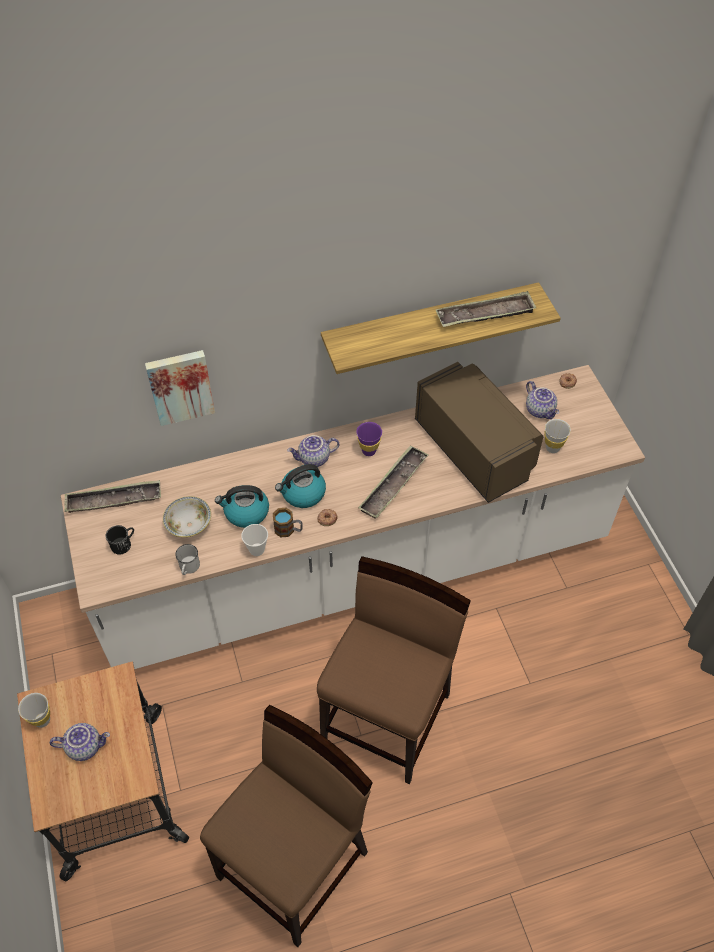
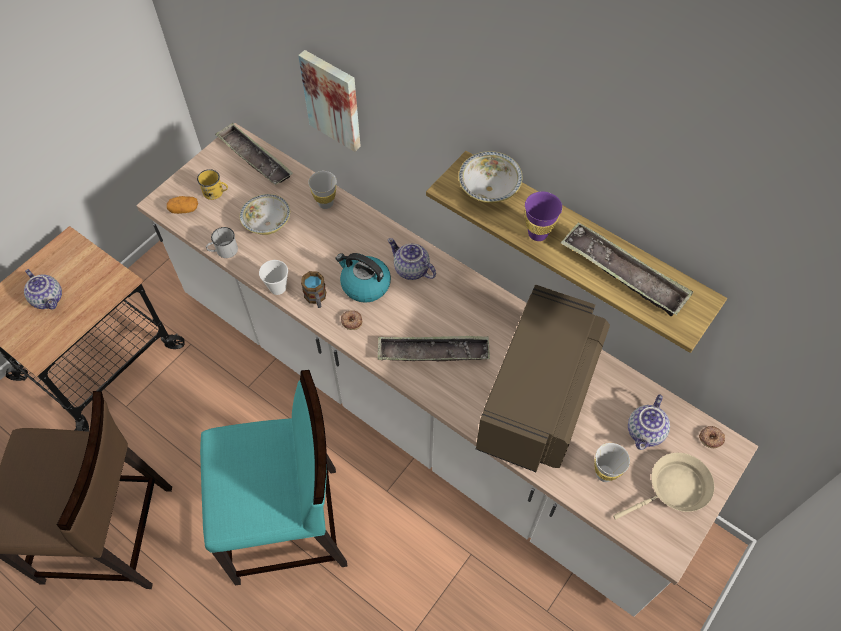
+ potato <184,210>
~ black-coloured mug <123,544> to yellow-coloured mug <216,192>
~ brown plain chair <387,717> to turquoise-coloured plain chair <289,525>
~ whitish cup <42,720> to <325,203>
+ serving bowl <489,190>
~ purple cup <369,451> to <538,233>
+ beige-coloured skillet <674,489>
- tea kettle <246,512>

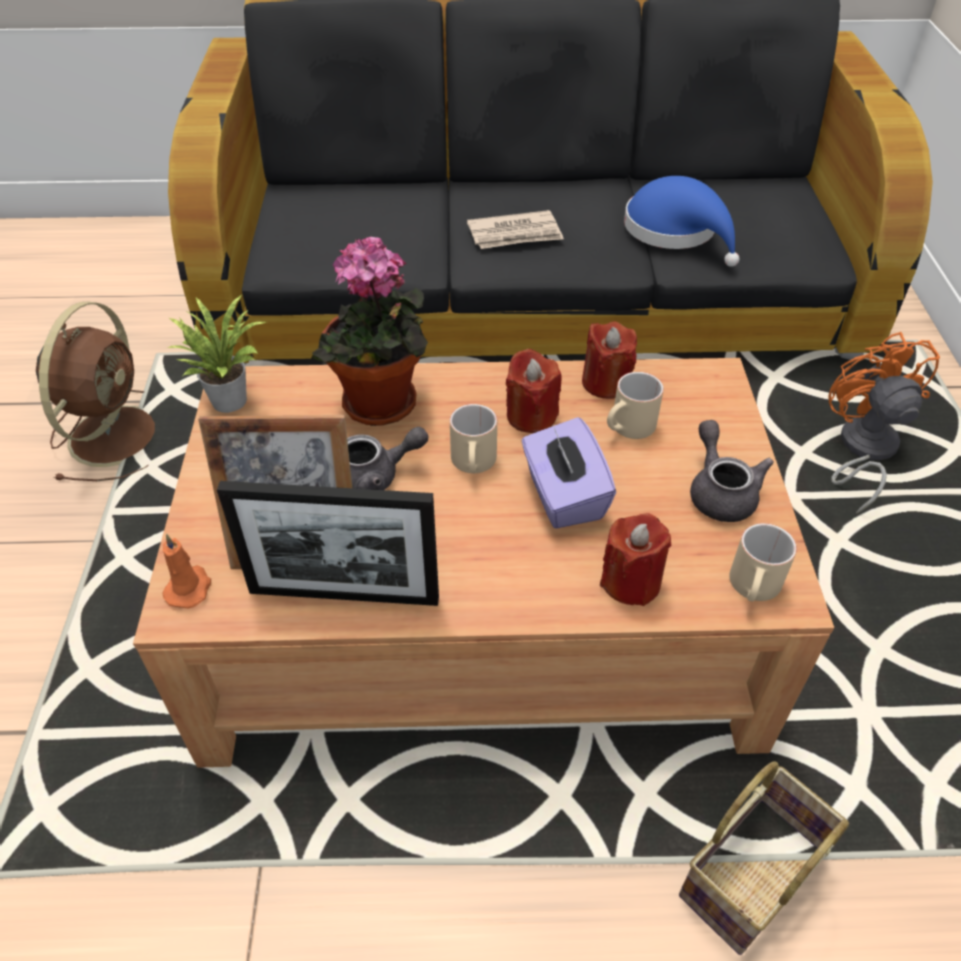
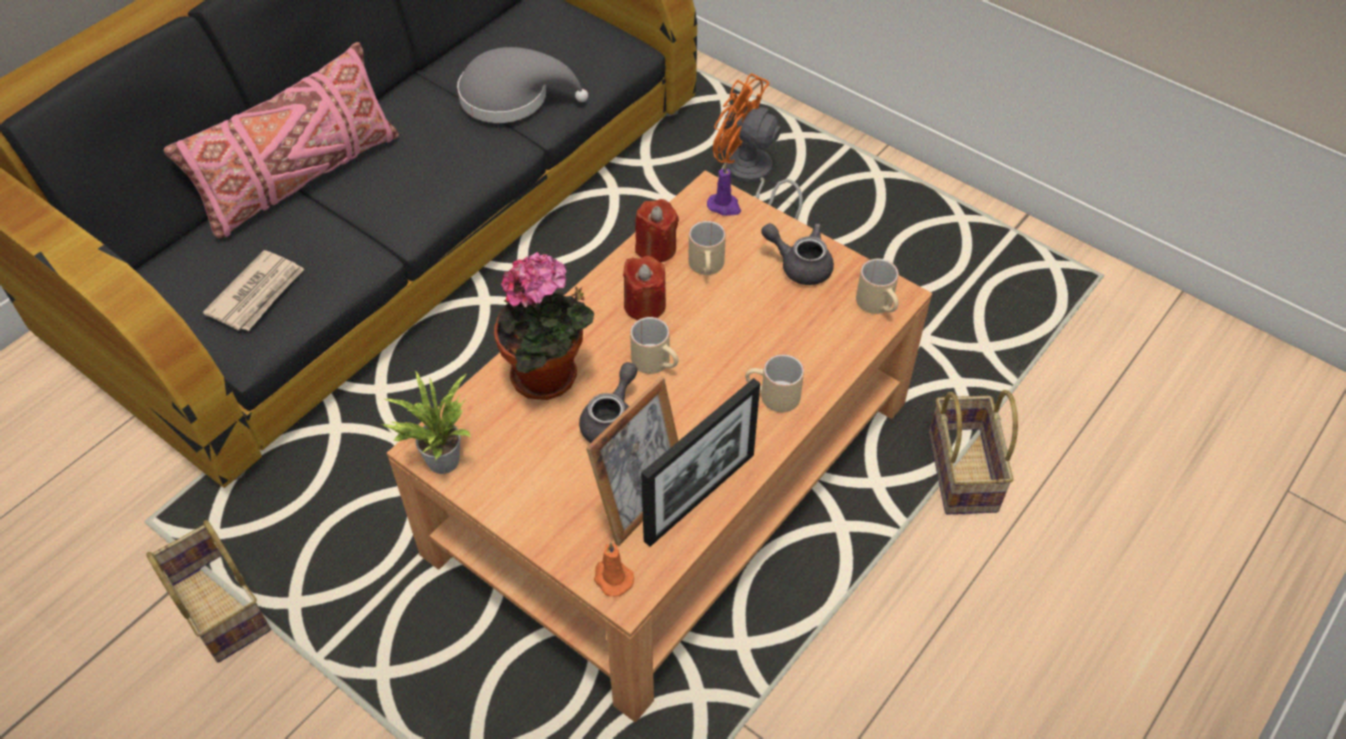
~ brown electric fan <116,433> to household basket <218,607>
+ pinkish throw pillow <301,179>
~ daily paper <515,234> to <258,294>
~ bluish wearable hat <676,231> to greyish wearable hat <512,97>
+ purple wax light <724,206>
+ beige-coloured mug <772,396>
- purple box of tissues <563,496>
- red wax light <631,582>

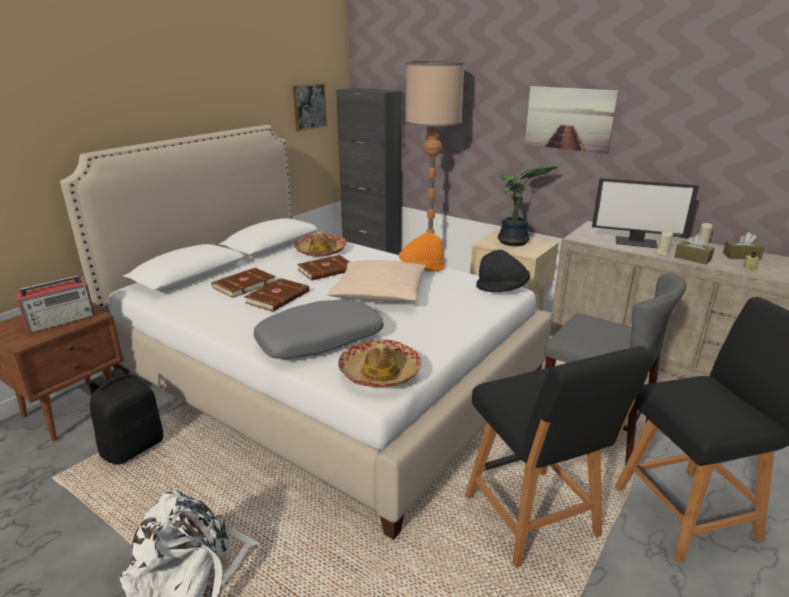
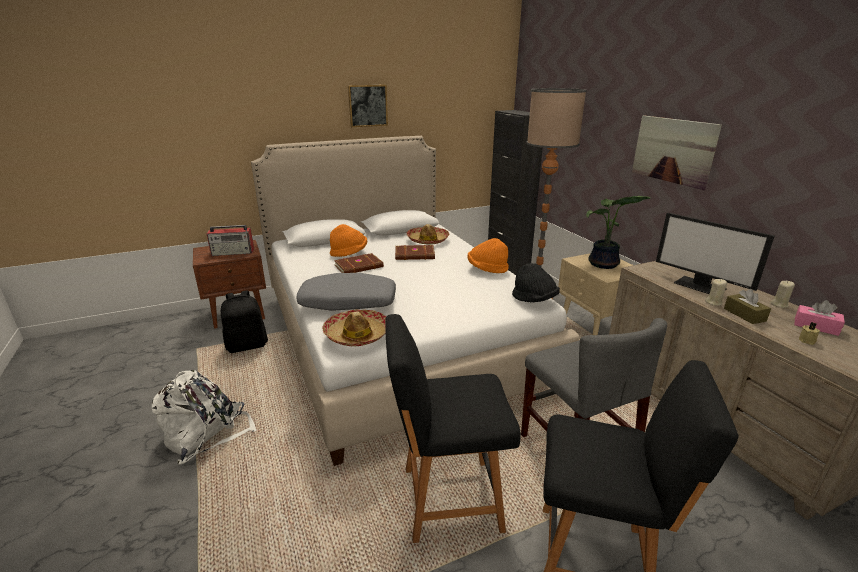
~ brown volume <243,285> to orangey wearable hat <349,253>
~ wall art <309,106> to <368,105>
~ black-coloured plain chair <533,518> = <447,499> 75 degrees clockwise
~ brown box of tissues <741,256> to pinkish box of tissues <816,326>
- beige-coloured throw pillow <379,293>

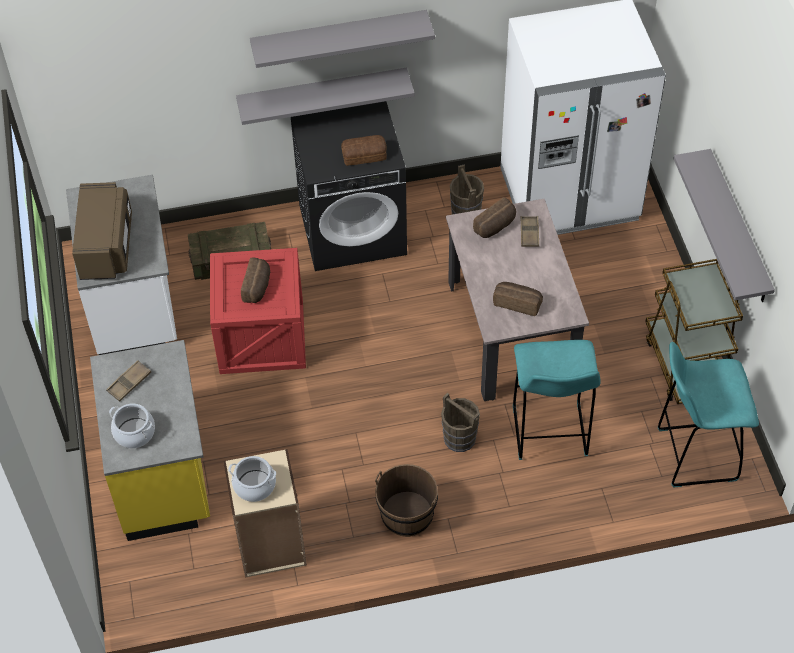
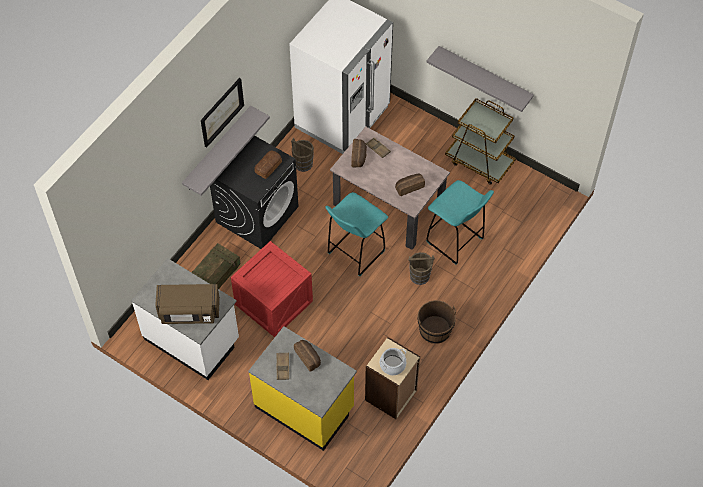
~ brown kitchen microwave <106,246> = <189,312> 135 degrees clockwise
~ greyish wall shelf <339,36> to wall art <221,112>
~ baked bread <258,287> to <308,357>
~ turquoise-coloured sitting stool <693,454> to <354,253>
- stockpot <134,433>

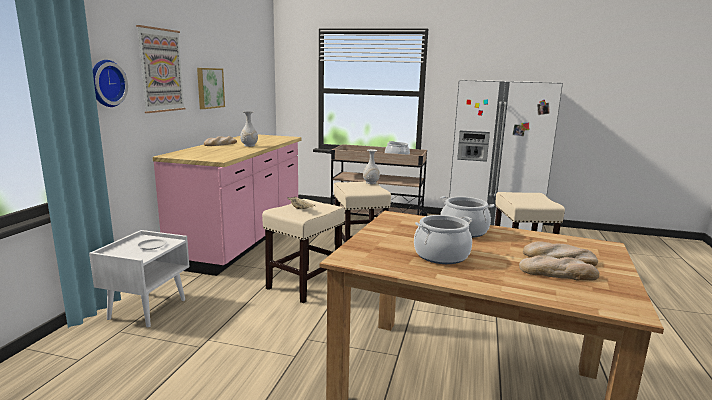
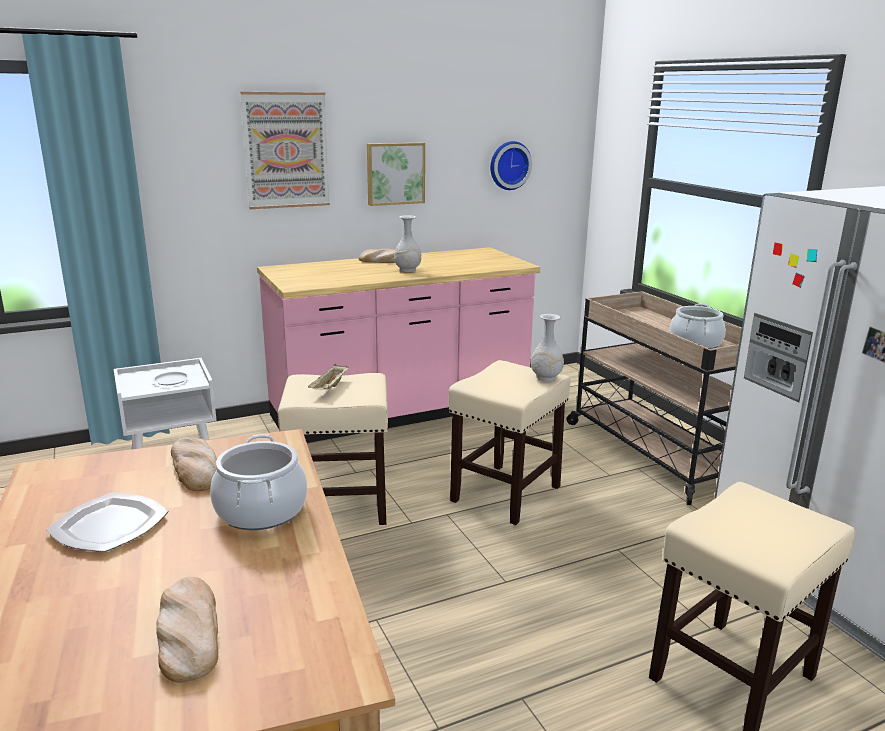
~ stockpot <441,255> to dinner plate <111,525>
~ baked bread <557,273> to <196,468>
~ hanging clock <105,83> to <509,165>

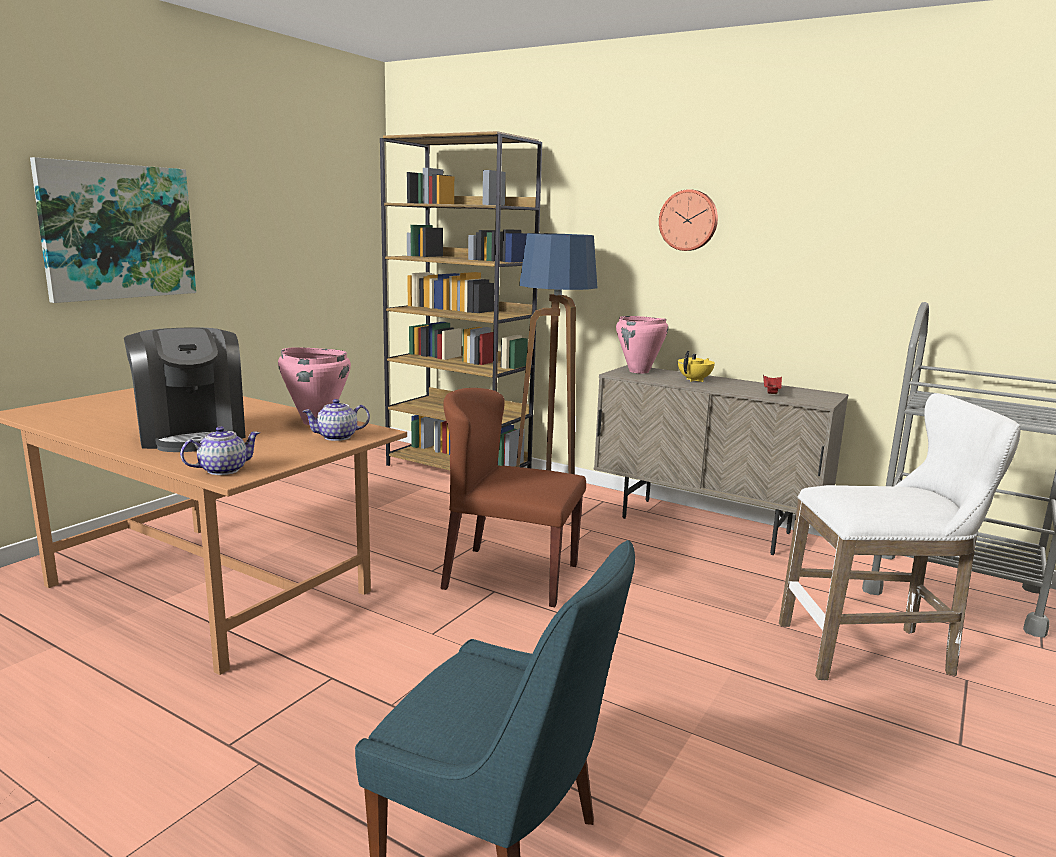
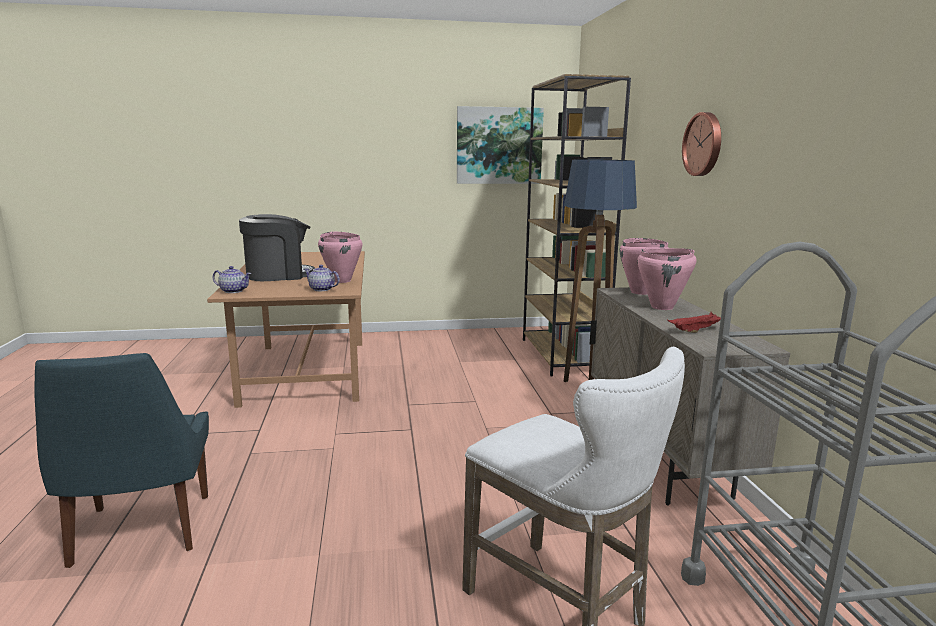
~ coffee machine <192,435> = <278,275> 135 degrees counterclockwise
~ wall art <118,231> to <499,146>
~ yellow-coloured tea pot <695,380> to pinkish stockpot <662,307>
- brown plain chair <510,576>

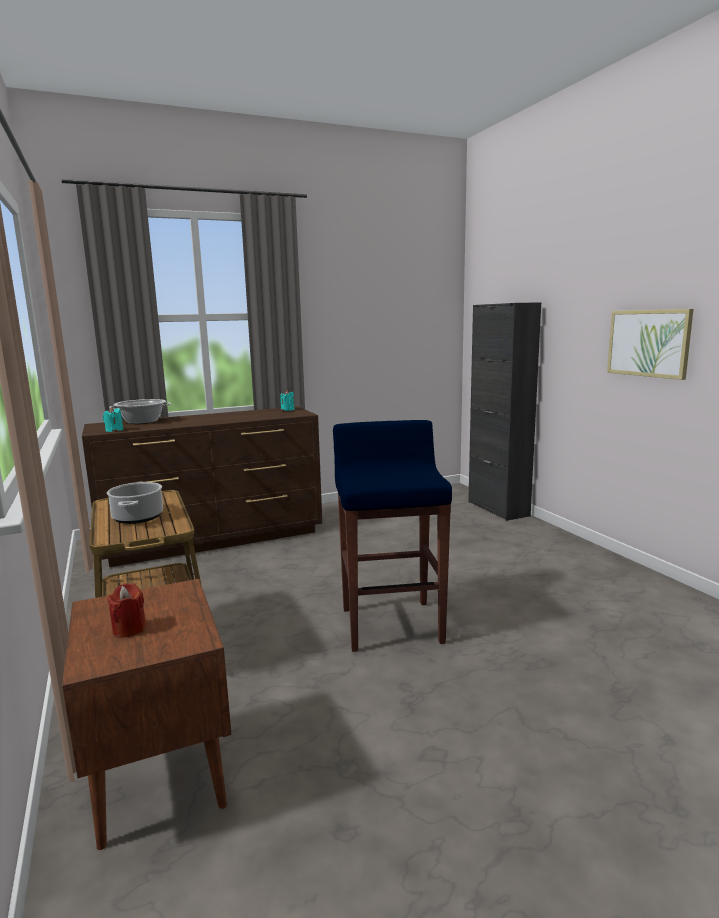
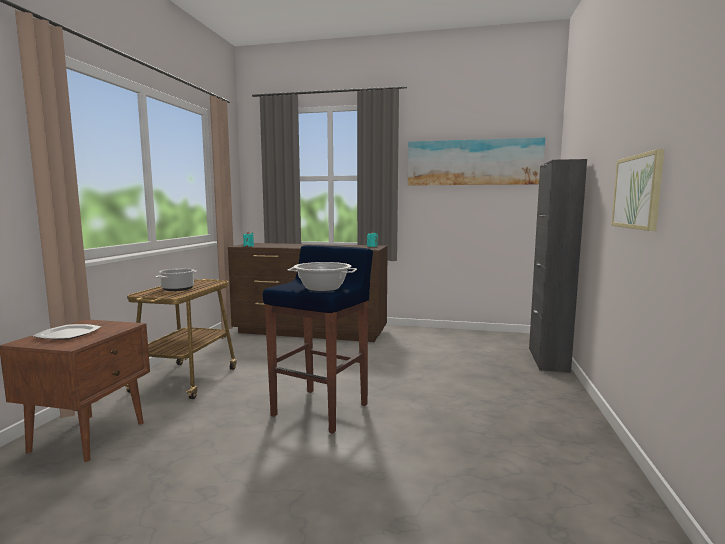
~ red wax light <129,629> to dinner plate <68,334>
~ stockpot <142,421> to <322,288>
+ wall art <473,162>

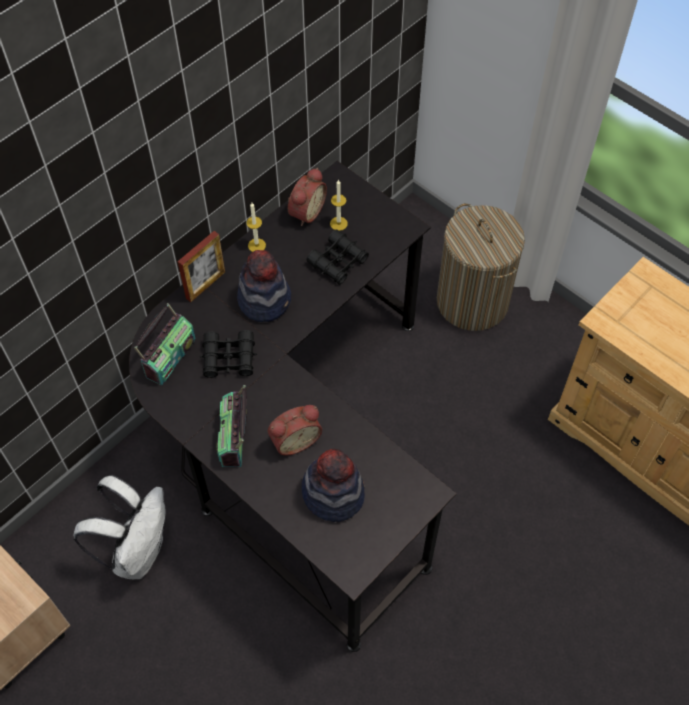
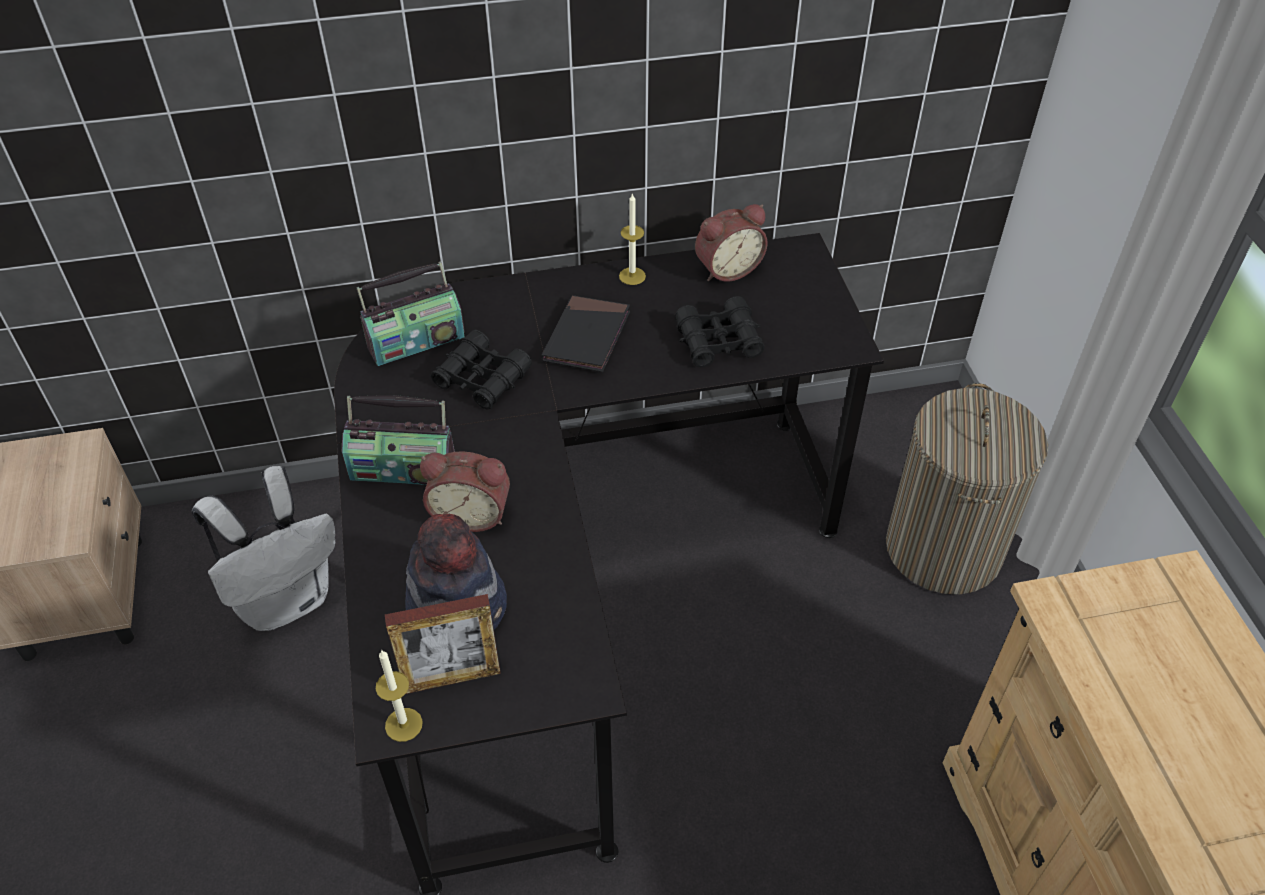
~ radio <235,437> = <403,469> 120 degrees counterclockwise
~ wax light <338,223> to <403,724>
~ standing frame <205,285> to <452,678>
~ wearable hat <265,299> to black-coloured volume <587,337>

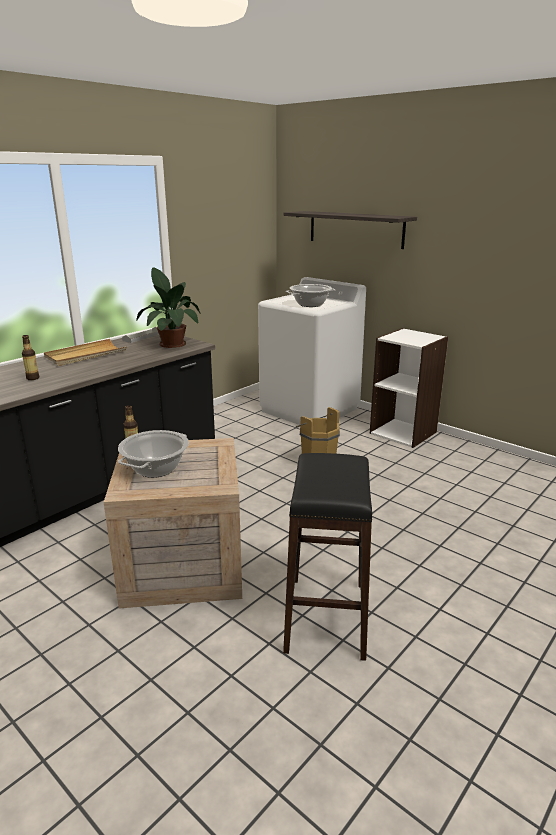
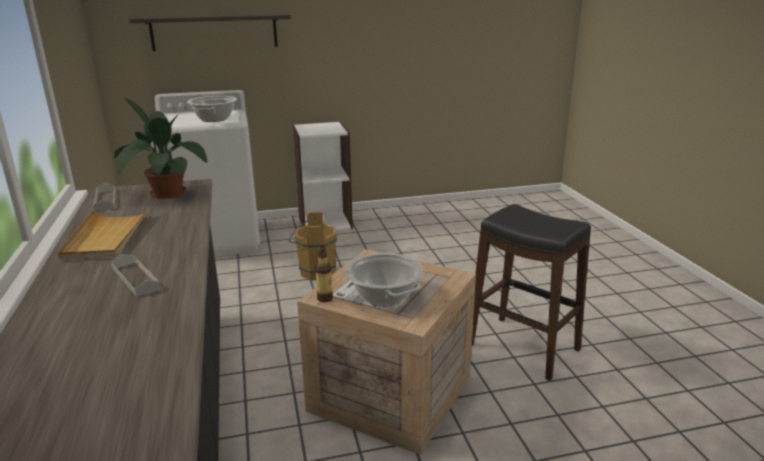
~ bottle <33,378> to greyish tray <135,278>

